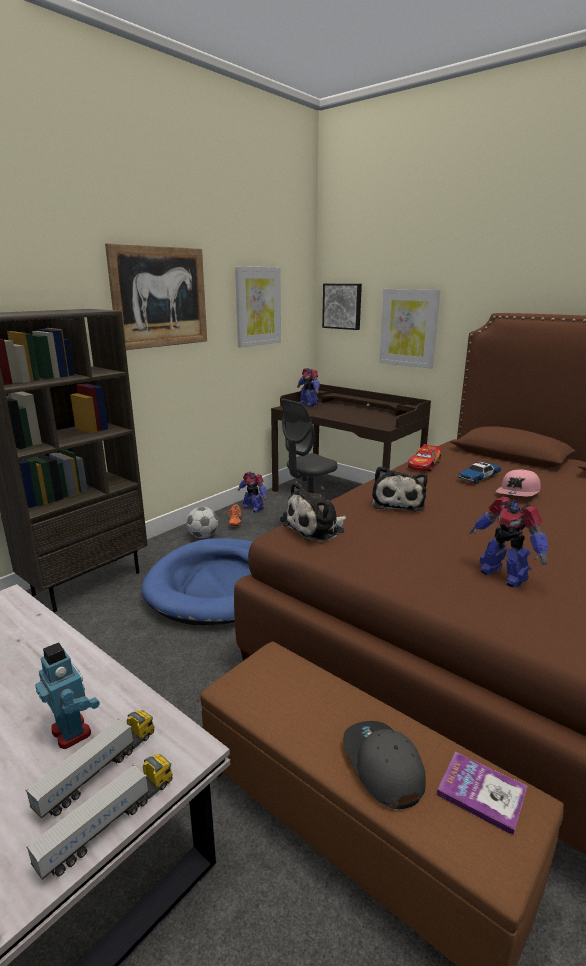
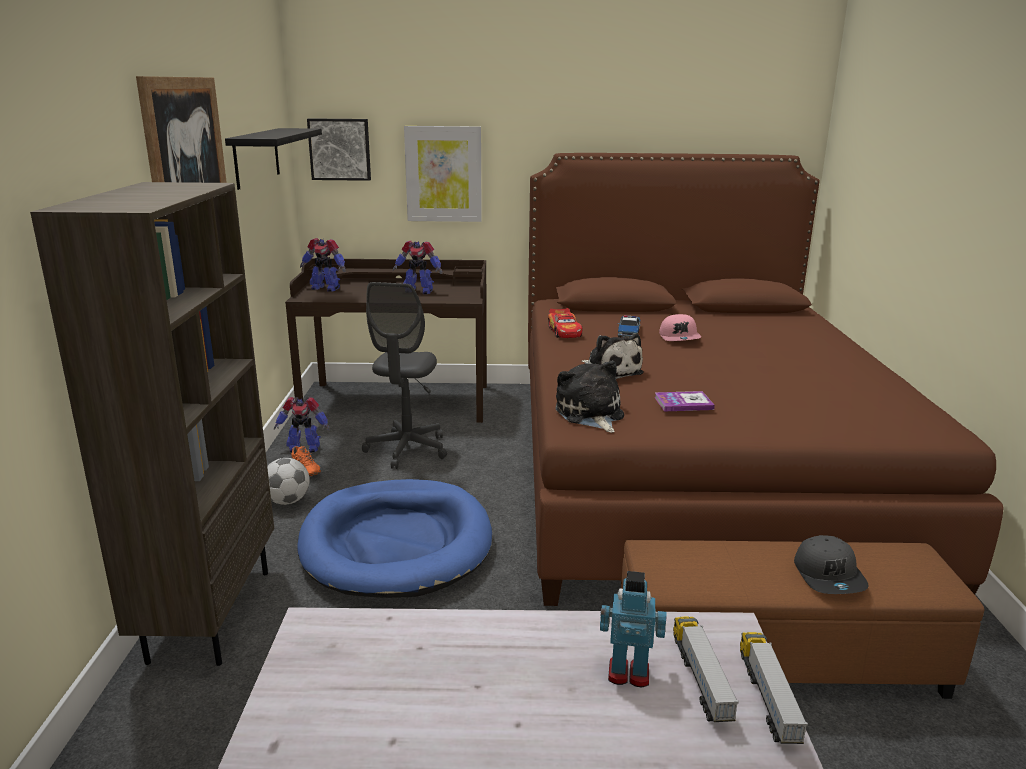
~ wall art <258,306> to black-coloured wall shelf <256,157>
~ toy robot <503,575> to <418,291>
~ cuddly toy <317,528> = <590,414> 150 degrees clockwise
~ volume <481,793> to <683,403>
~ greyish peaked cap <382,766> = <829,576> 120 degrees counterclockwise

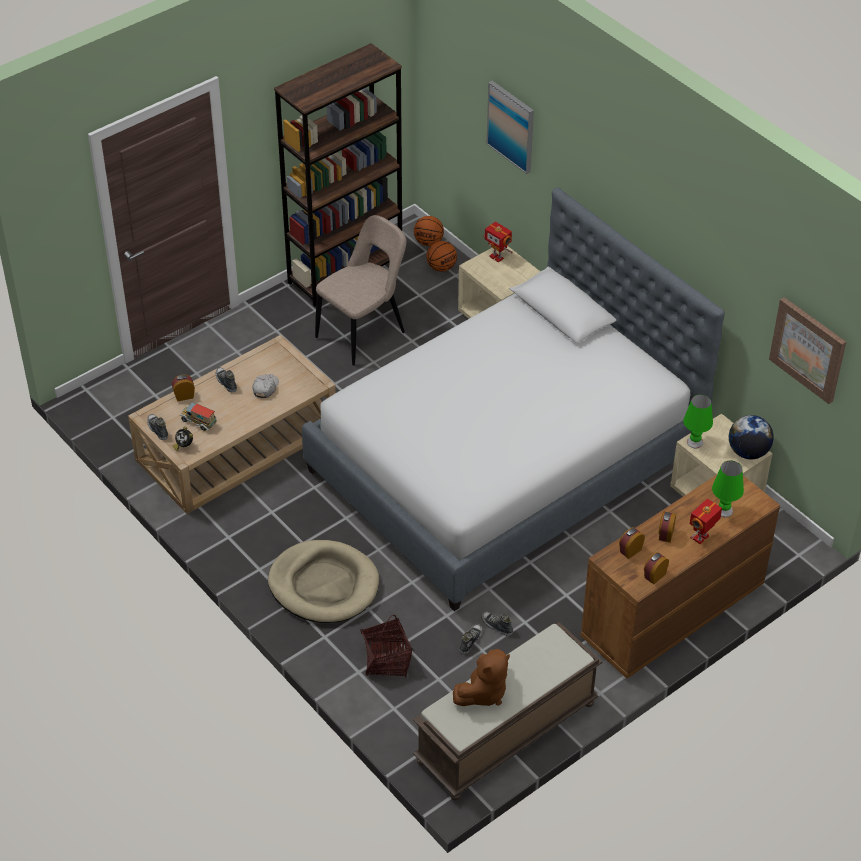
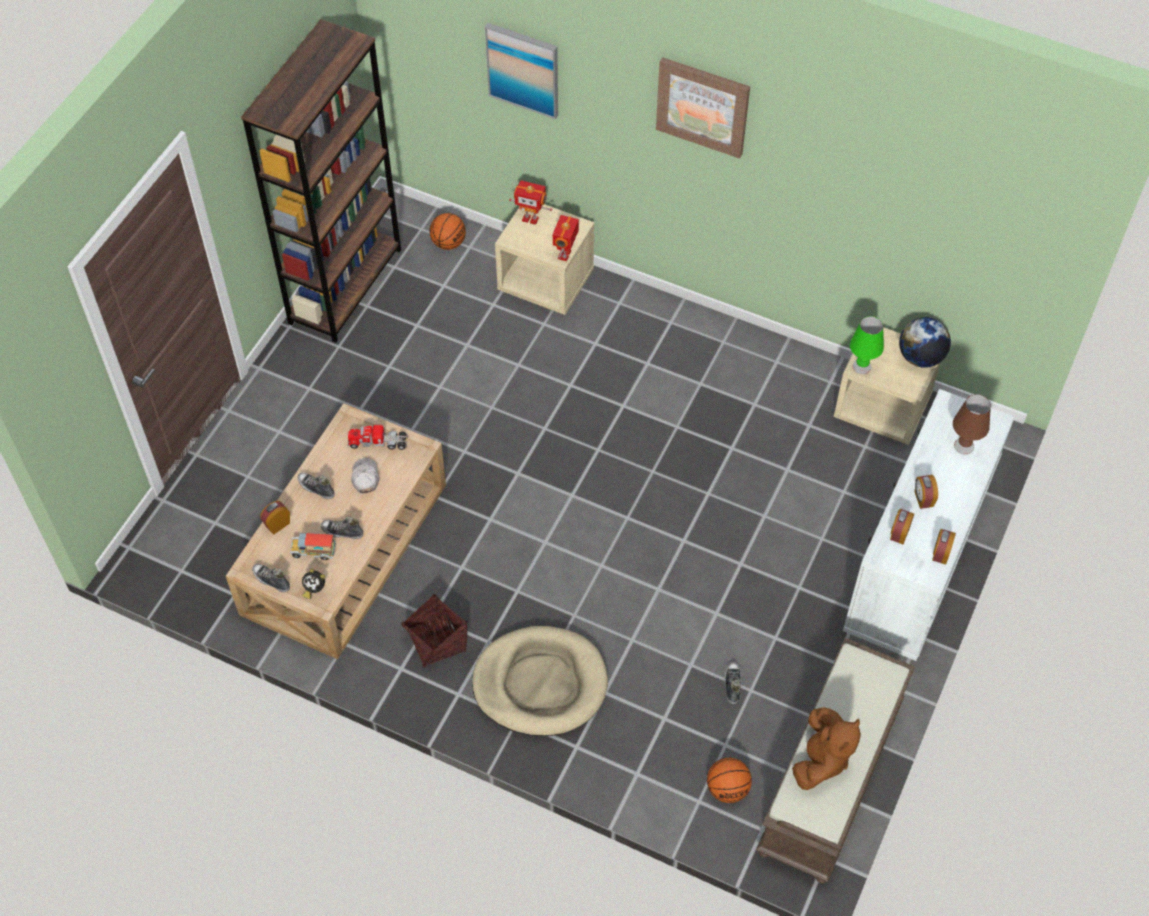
~ shoe <496,626> to <342,532>
+ toy lorry <378,442>
~ household basket <386,660> to <436,642>
~ toy robot <701,538> to <565,255>
~ wall art <808,349> to <703,106>
~ basketball ball <428,242> to <727,789>
~ brown dresser <671,613> to whitish dresser <914,563>
~ green tabletop lamp <724,510> to brown tabletop lamp <964,446>
- sleeping bed <505,462>
- beige-coloured plain chair <364,333>

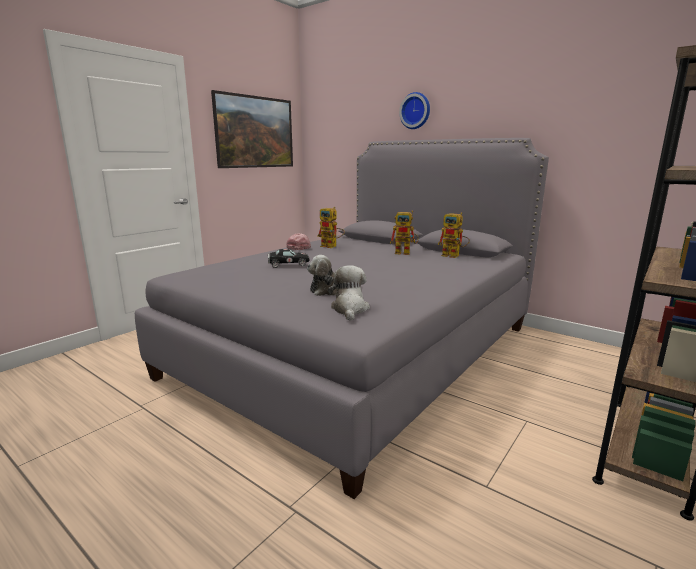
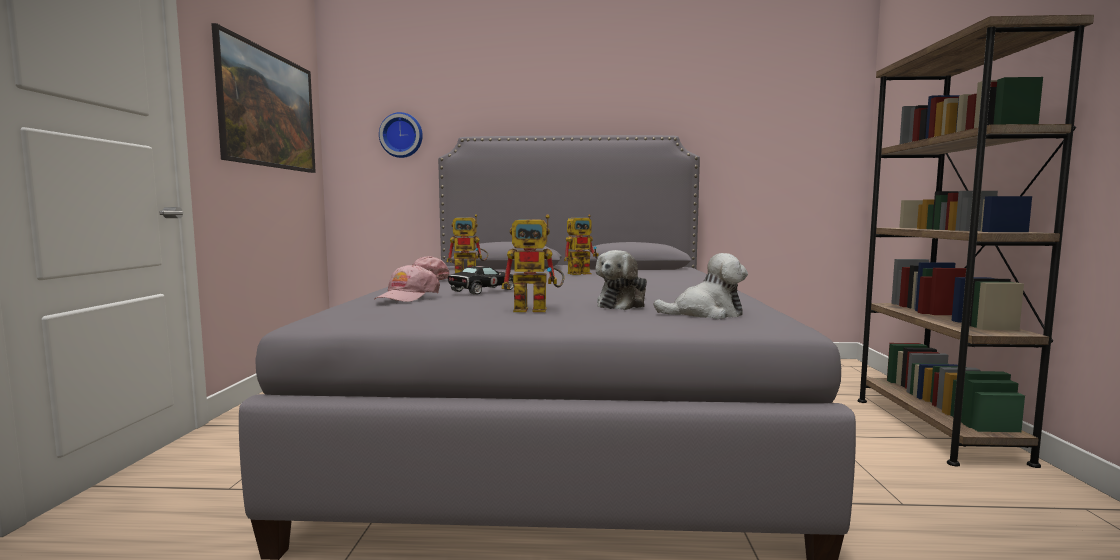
+ pinkish peaked cap <407,297>
~ hanging clock <415,111> to <402,135>
~ toy robot <454,256> to <538,309>
~ cuddly toy <349,309> = <705,314> 120 degrees clockwise

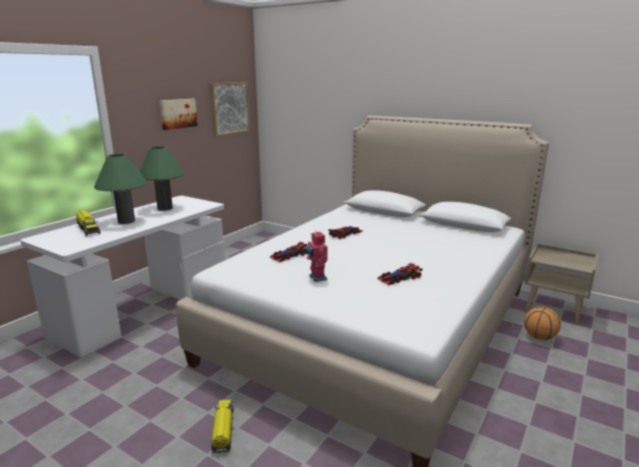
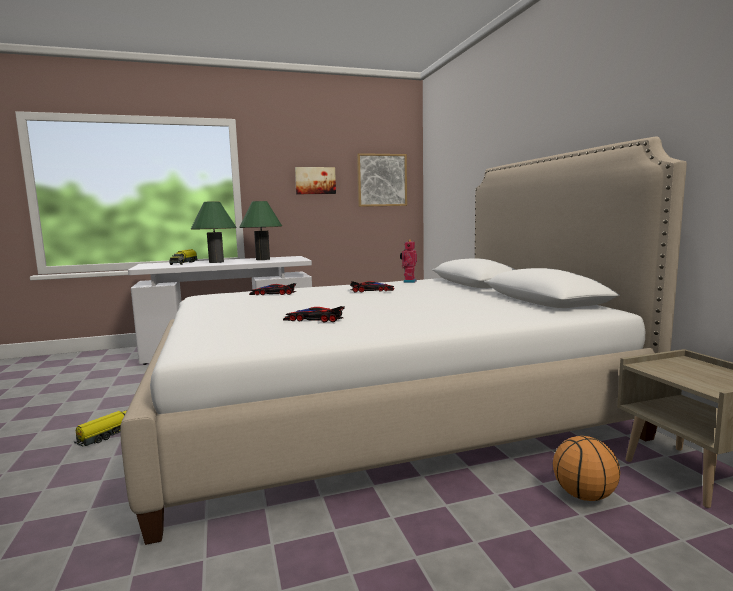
~ toy robot <316,278> to <408,281>

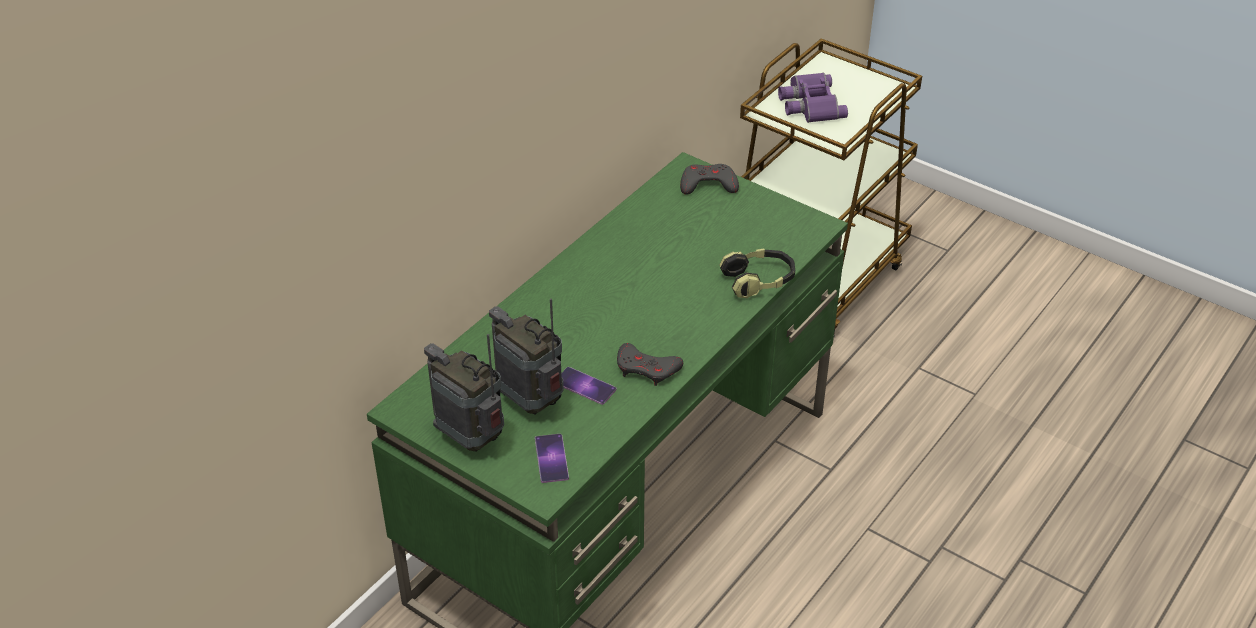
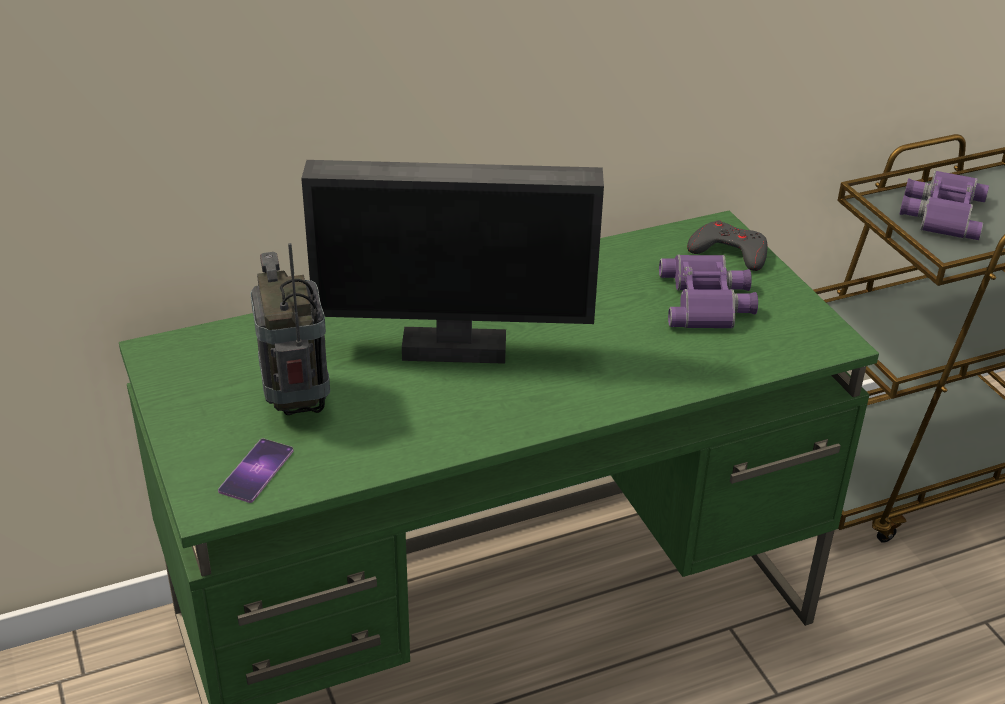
+ computer display <454,349>
+ purple field glasses <708,301>
- radio <471,439>
- phone <585,386>
- greyish game controller <647,368>
- headphones <759,281>

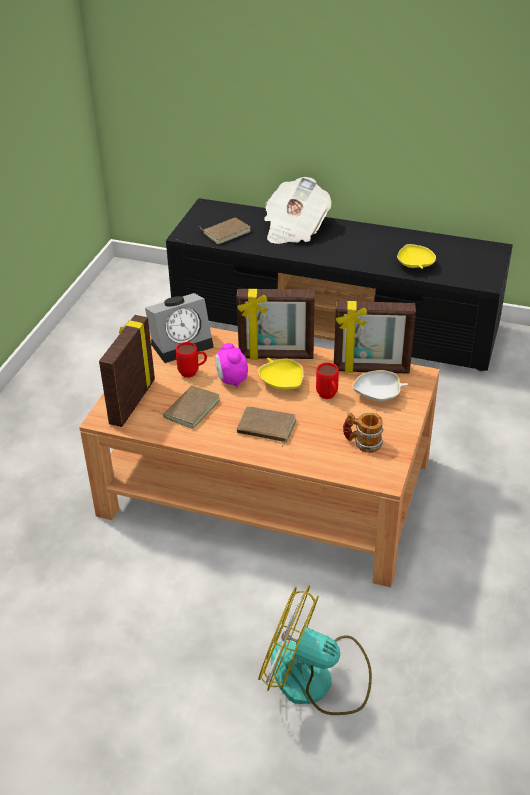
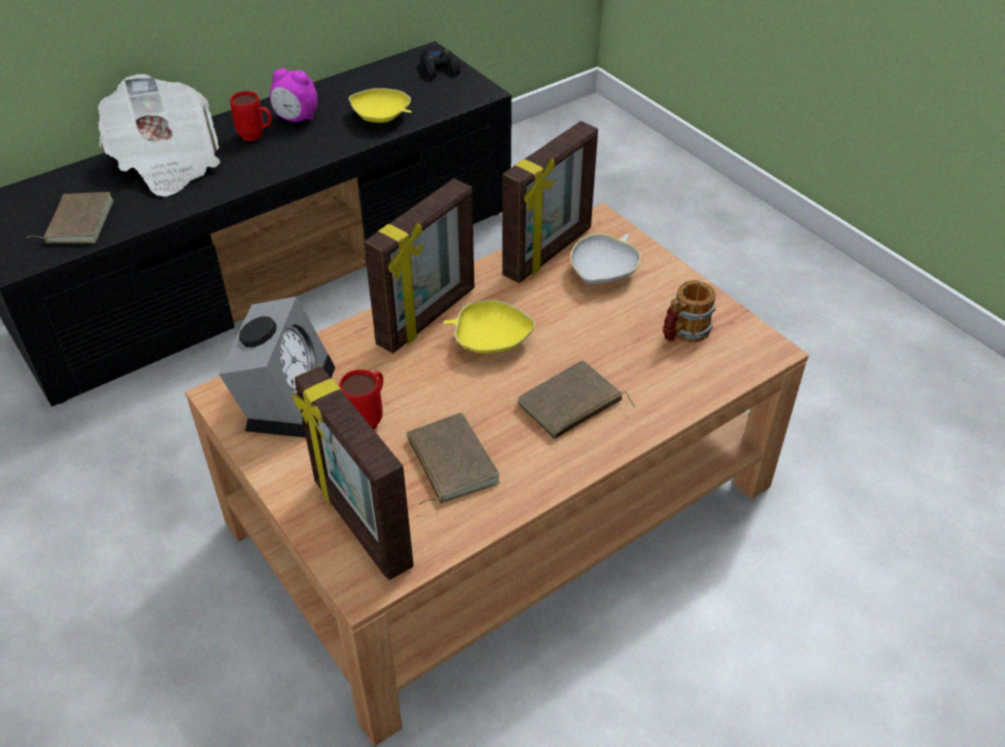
~ red mug <328,397> to <257,137>
~ table clock <231,380> to <296,119>
+ black-coloured game controller <440,69>
- electric fan <316,679>

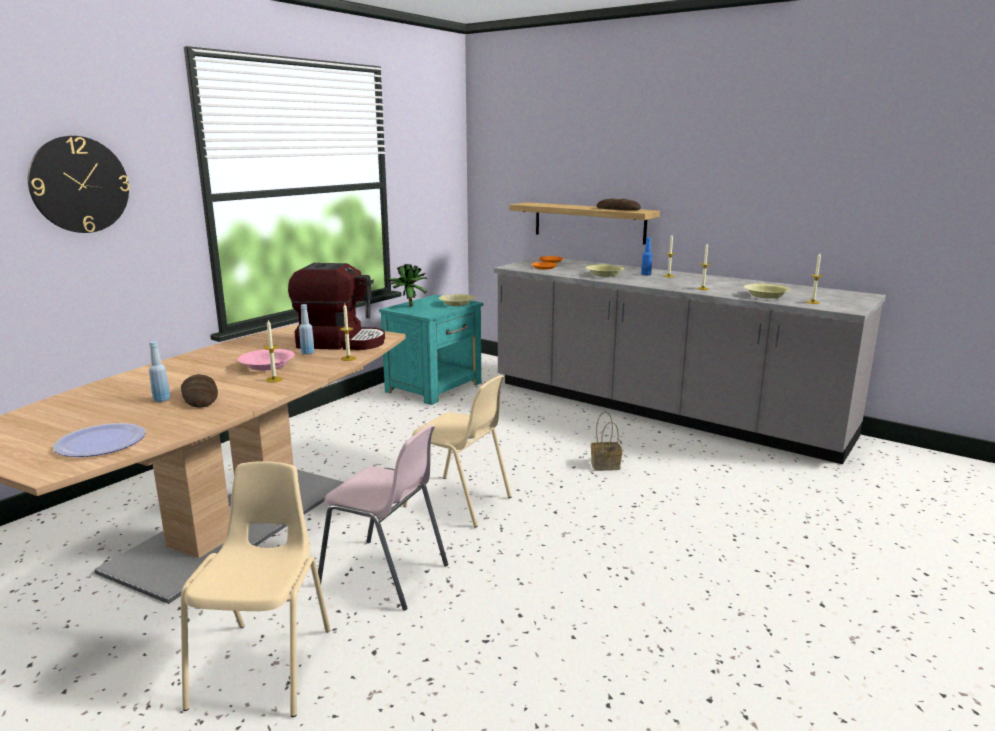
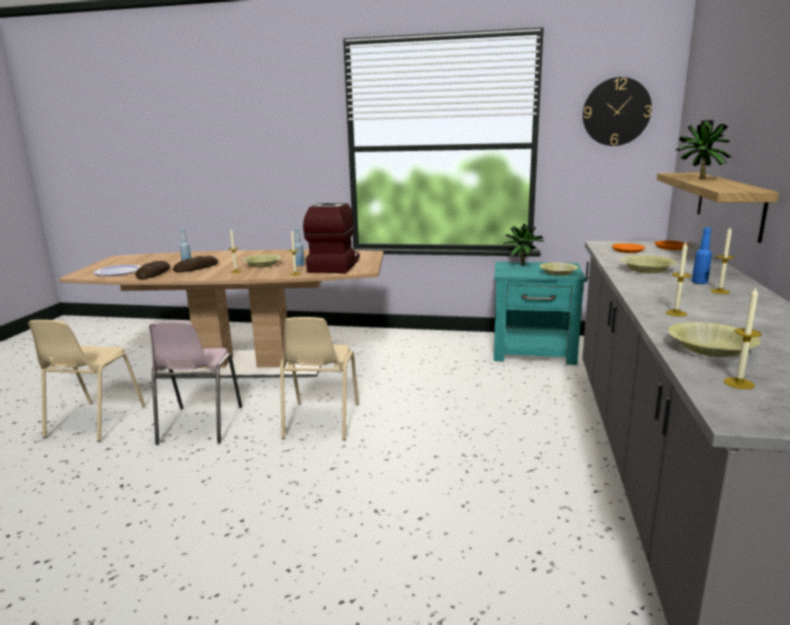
~ beige-coloured plain chair <265,666> = <94,422> 120 degrees clockwise
~ baked bread <618,209> to <154,273>
~ pinkish serving bowl <267,366> to yellow-coloured serving bowl <262,265>
~ coffee machine <341,342> = <334,265> 150 degrees counterclockwise
~ hanging clock <79,185> to <616,112>
+ plant in a pot <698,179>
- household basket <606,465>

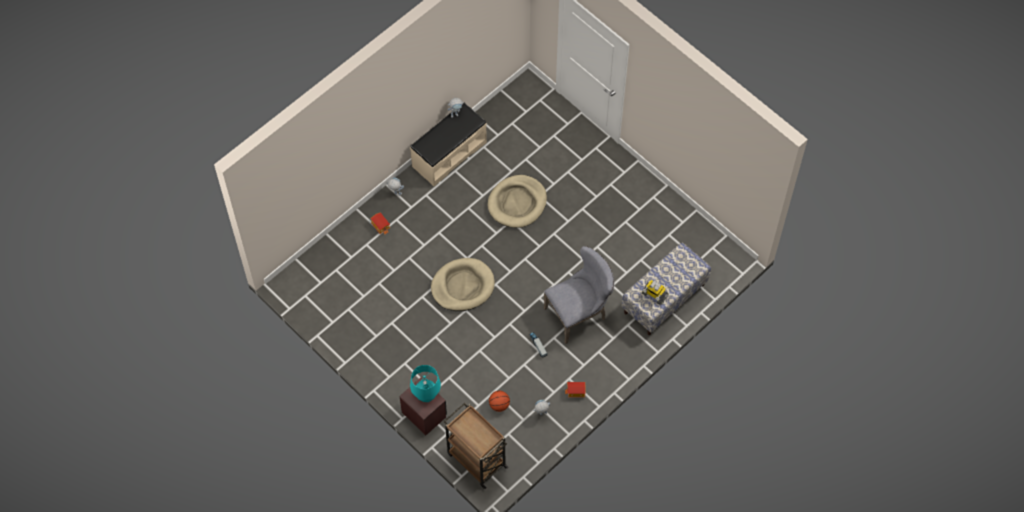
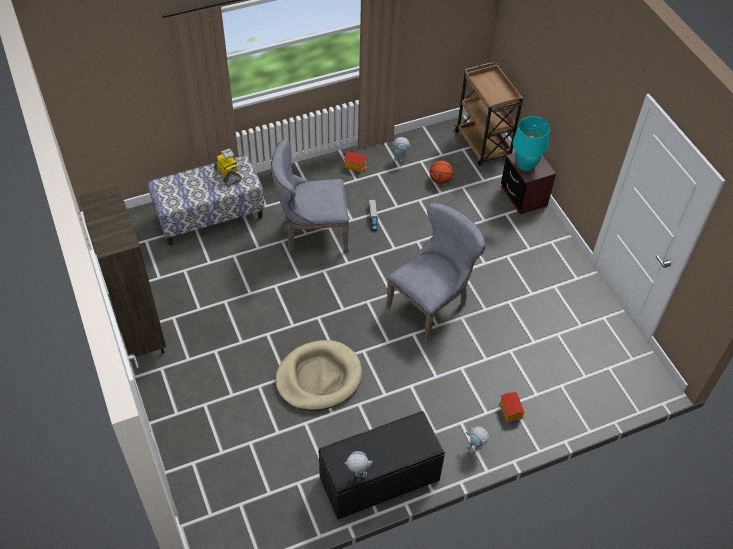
+ brown bookshelf <140,334>
~ beige-coloured long seat <449,154> to black-coloured long seat <380,479>
~ beige-coloured dog cushion <462,286> to greyish plain chair <431,304>

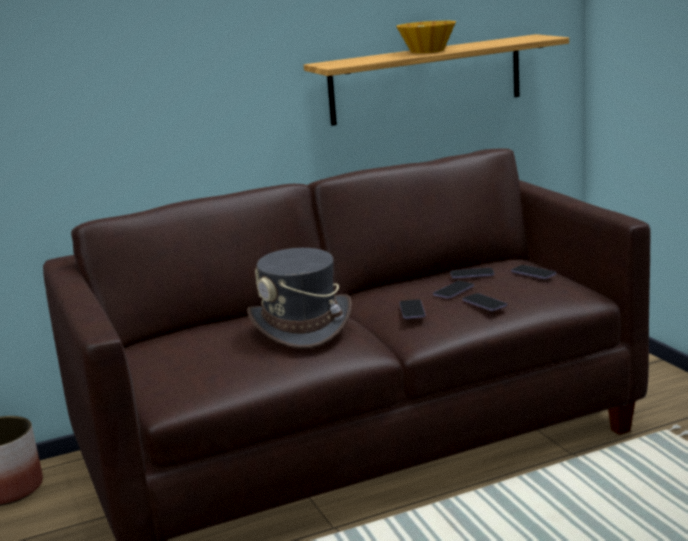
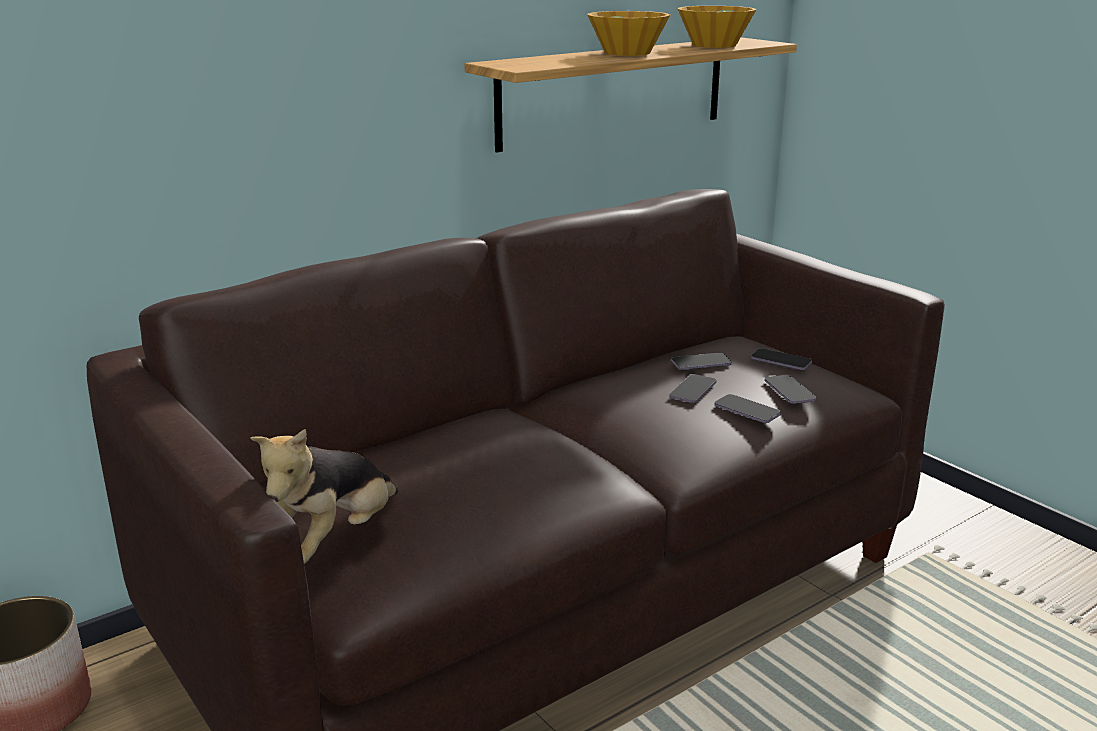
+ cuddly toy <333,541>
+ serving bowl <714,45>
~ phone <412,311> to <789,391>
- greyish wearable hat <302,326>

